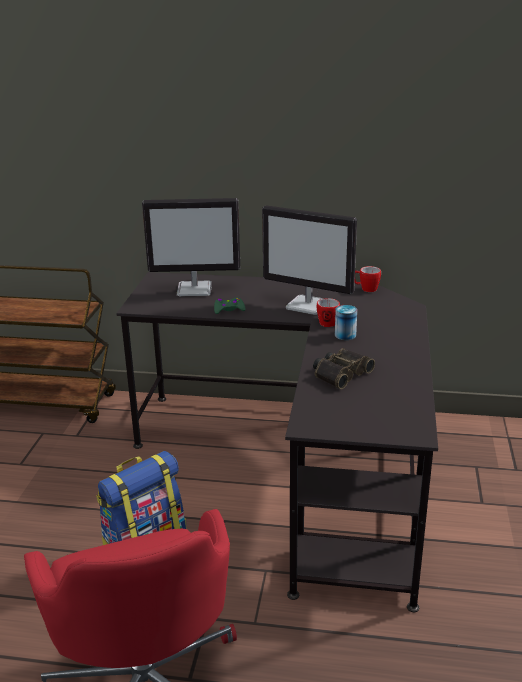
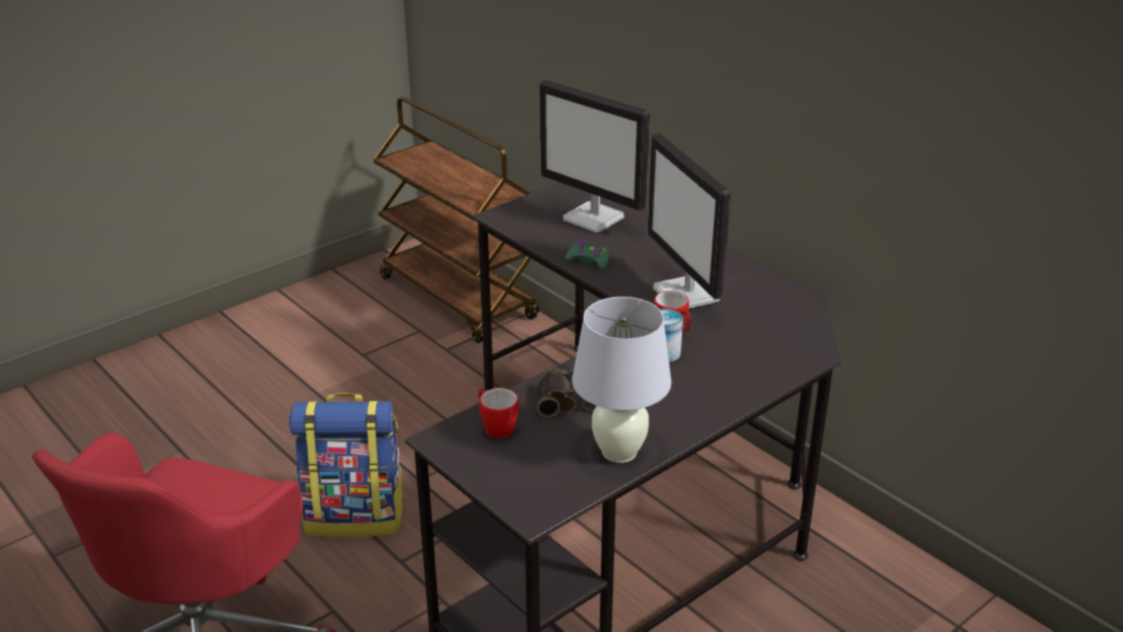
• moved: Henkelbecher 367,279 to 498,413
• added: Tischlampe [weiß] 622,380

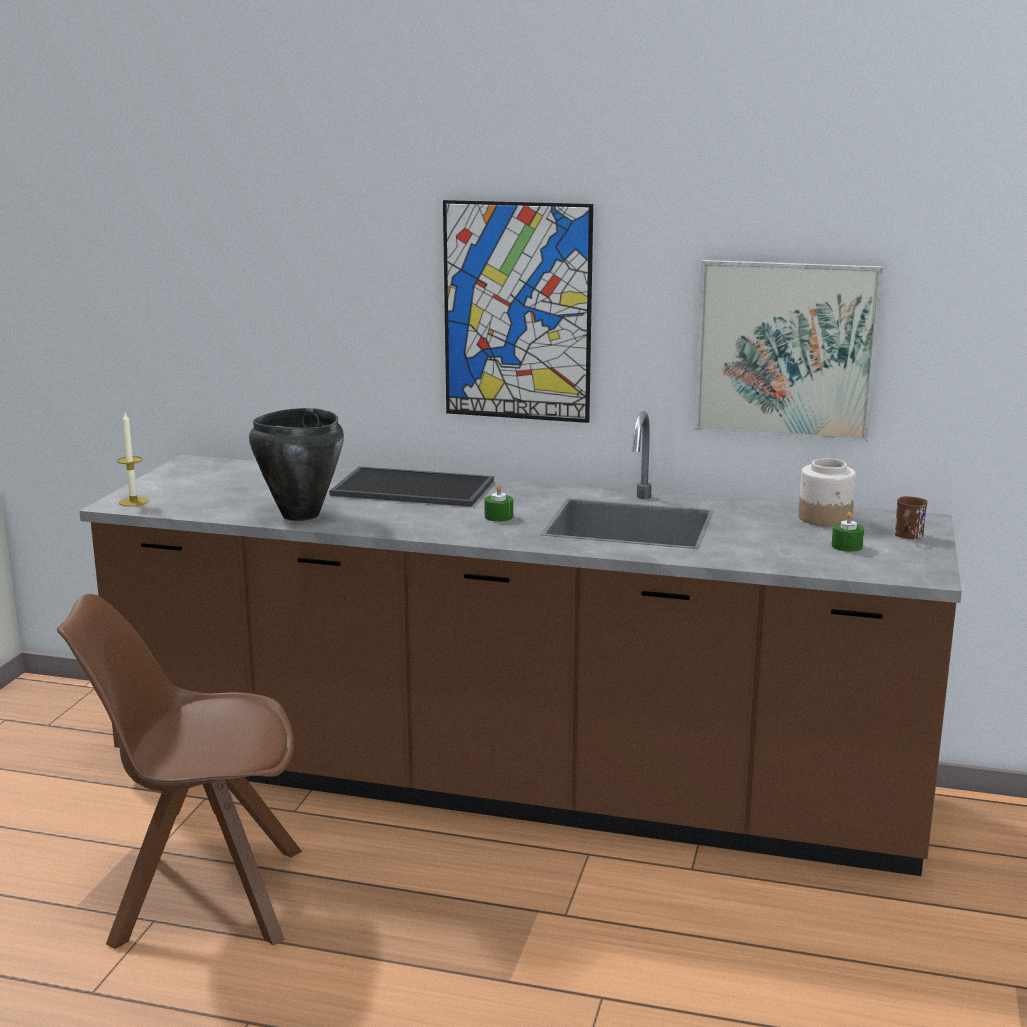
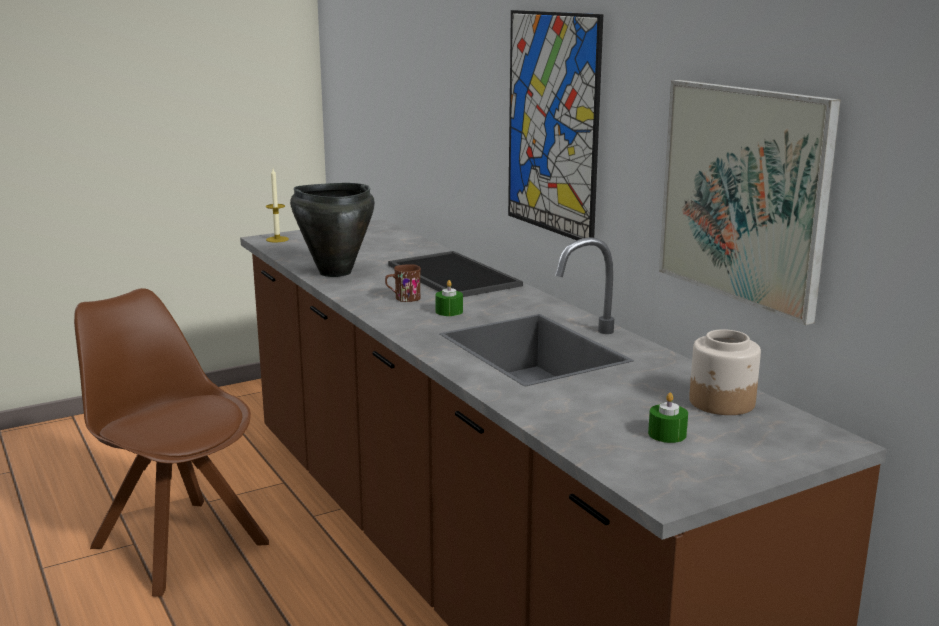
• moved: Henkelbecher [braun] 911,517 to 403,283

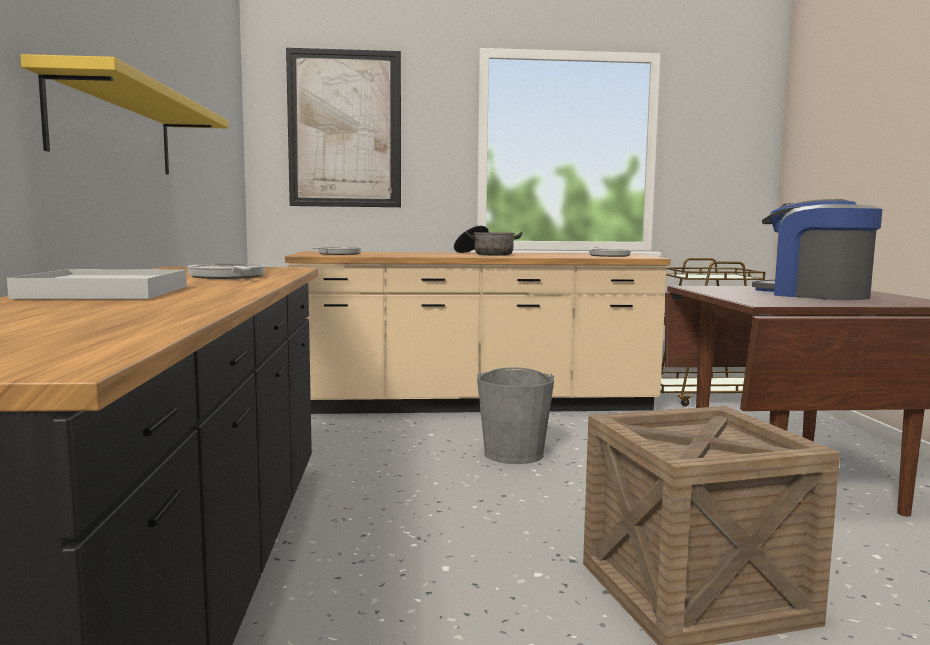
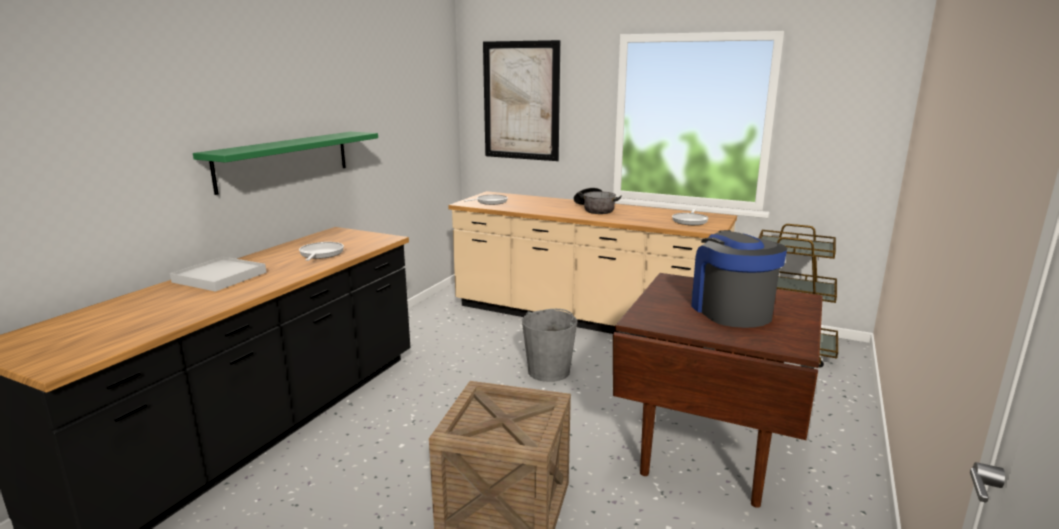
• recoloured: Wandregal [gelb] 124,114 to Wandregal [grün] 285,163

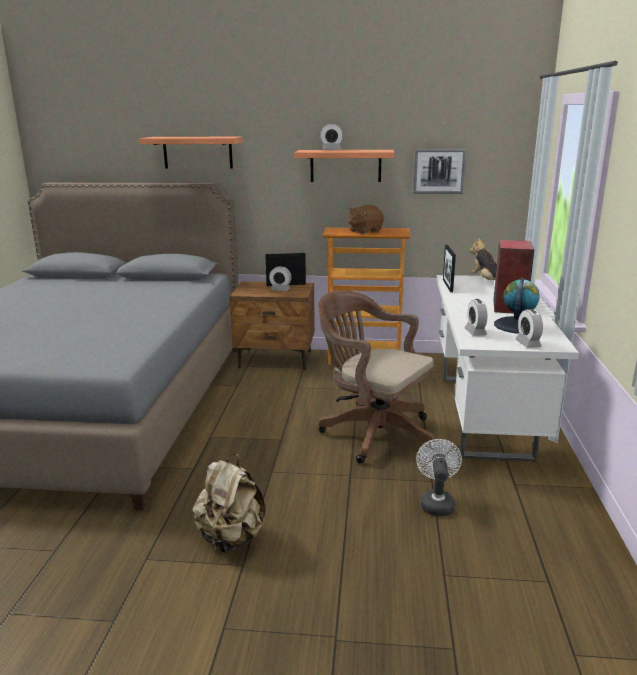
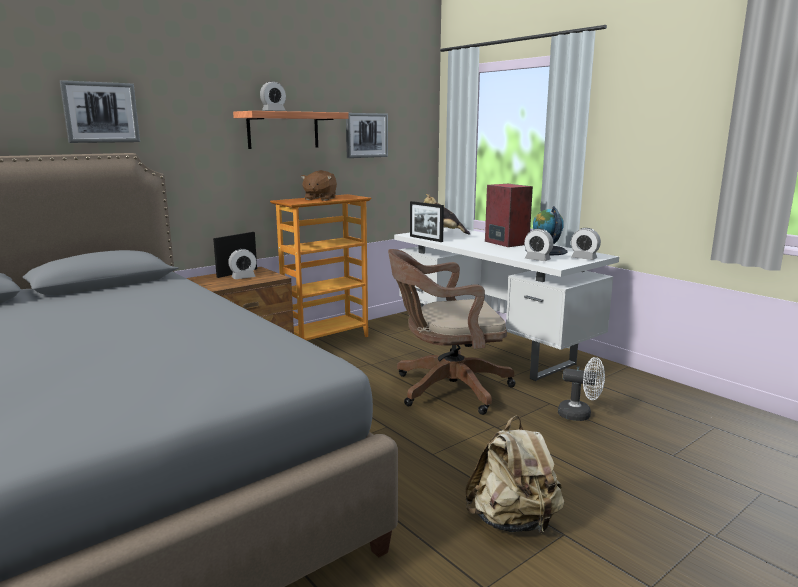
• replaced: Wandregal 191,152 to Bild 100,111
• turned: Ventilator [weiß] 439,477 = 581,389 150 degrees clockwise

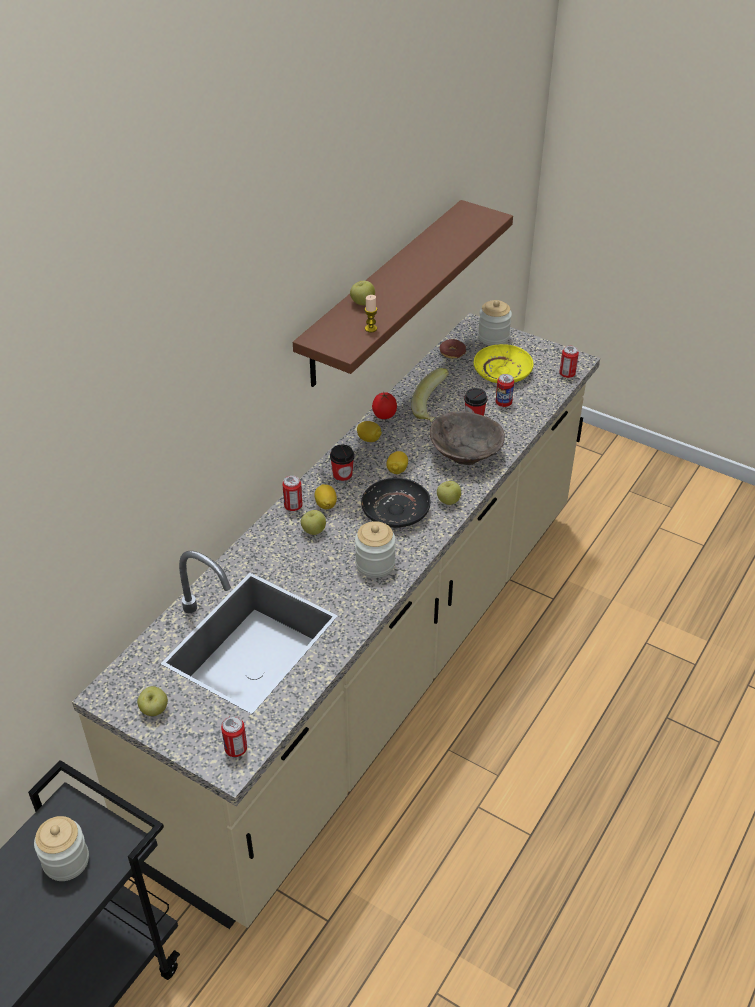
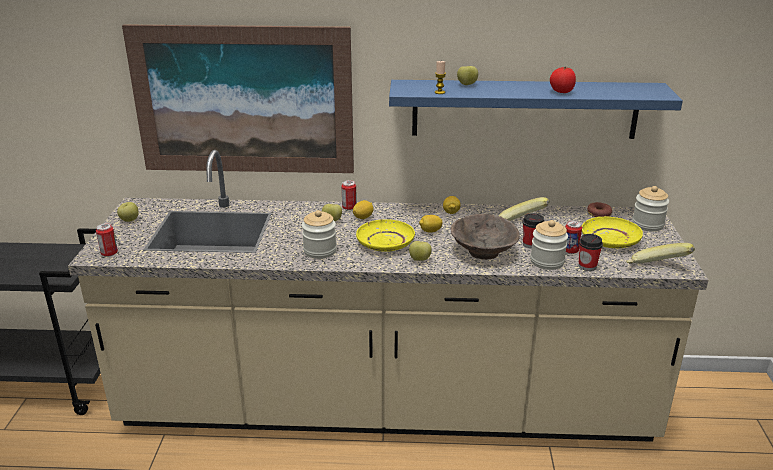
• added: Bild 238,98
• recoloured: Teller [schwarz] 395,503 to Teller [gelb] 385,235
• recoloured: Wandregal [braun] 403,293 to Wandregal [blau] 536,109
• moved: Vorratsglas 61,848 to 549,245
• moved: Tomate 384,405 to 563,80
• moved: Tasse 342,464 to 591,252
• replaced: Dose 569,362 to Banane 661,253

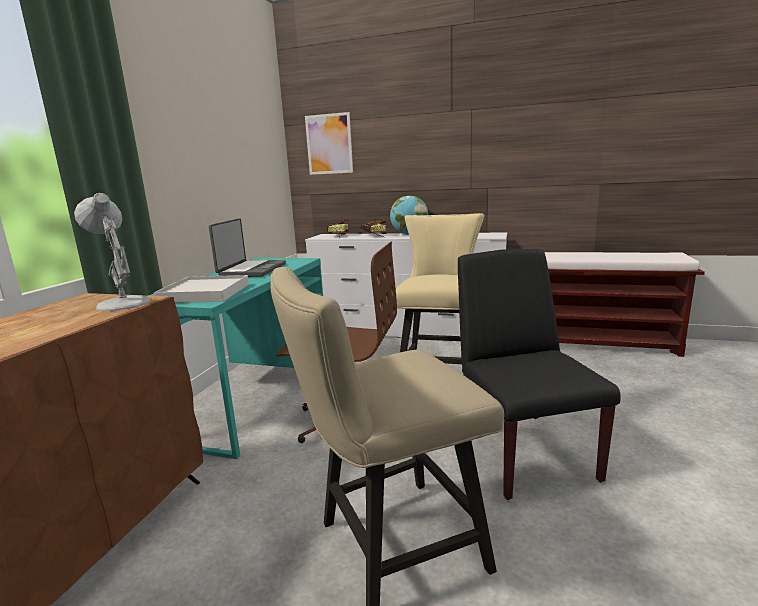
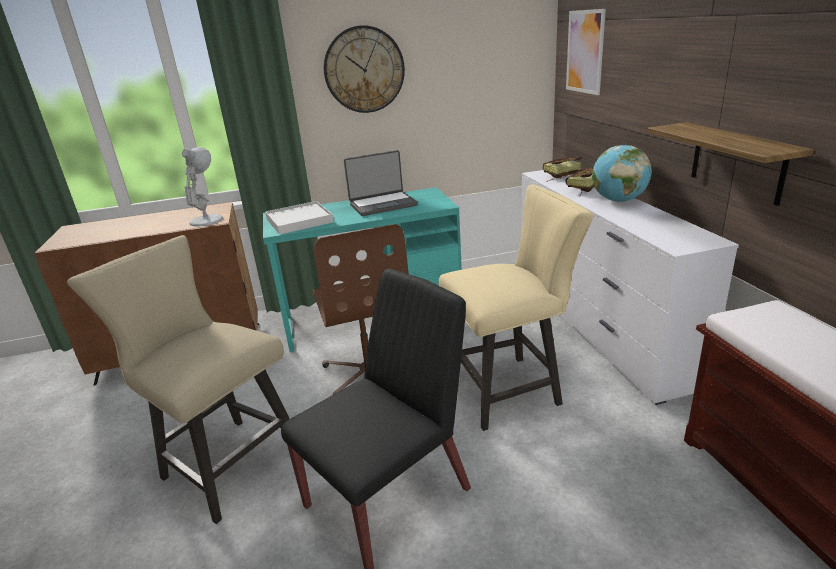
• added: Wanduhr 364,69
• added: Wandregal 730,164

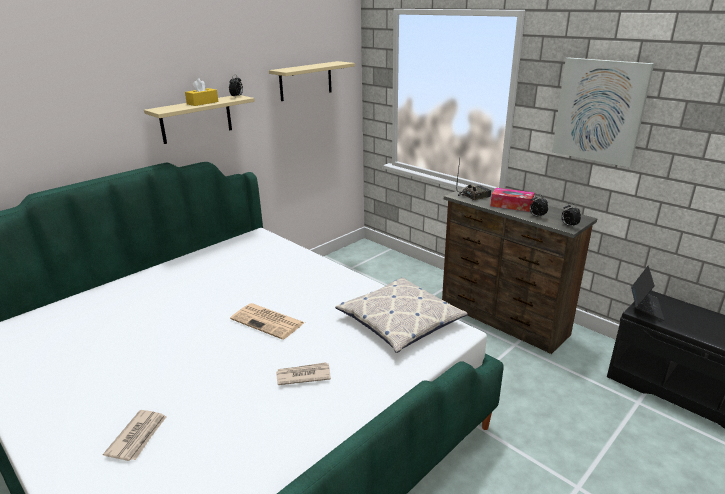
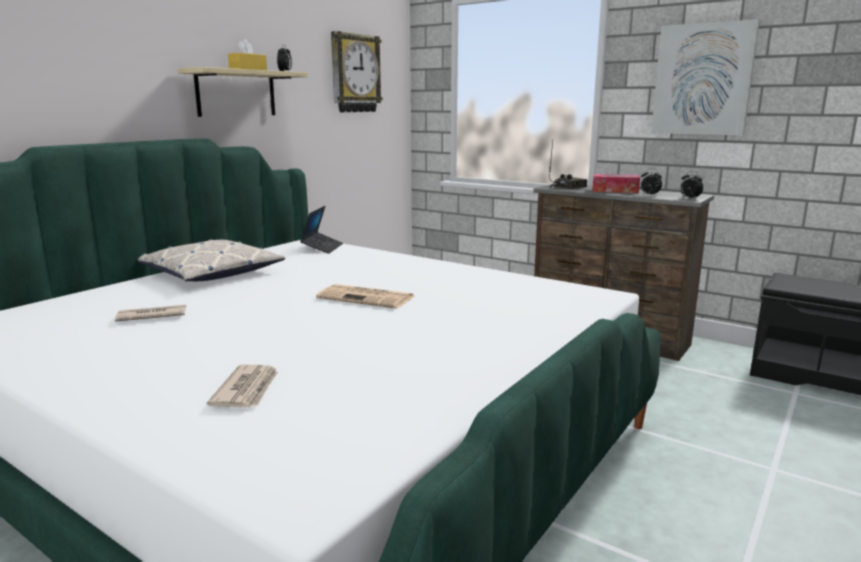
• moved: Zeitung 303,373 to 150,313
• moved: Kissen 401,315 to 211,260
• moved: Laptop 648,293 to 321,230
• replaced: Wandregal [beige] 312,81 to Wanduhr 357,71

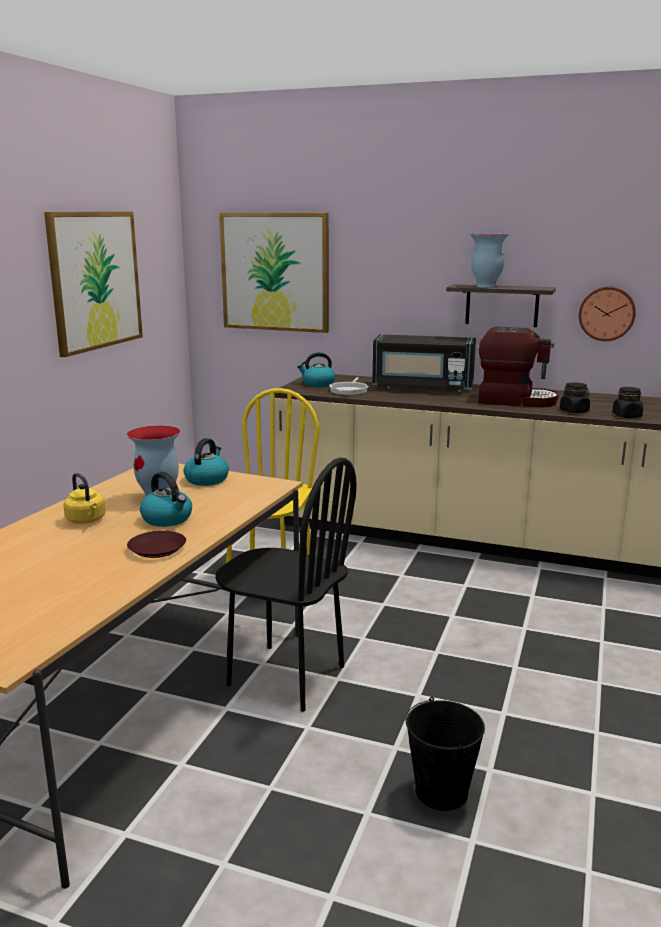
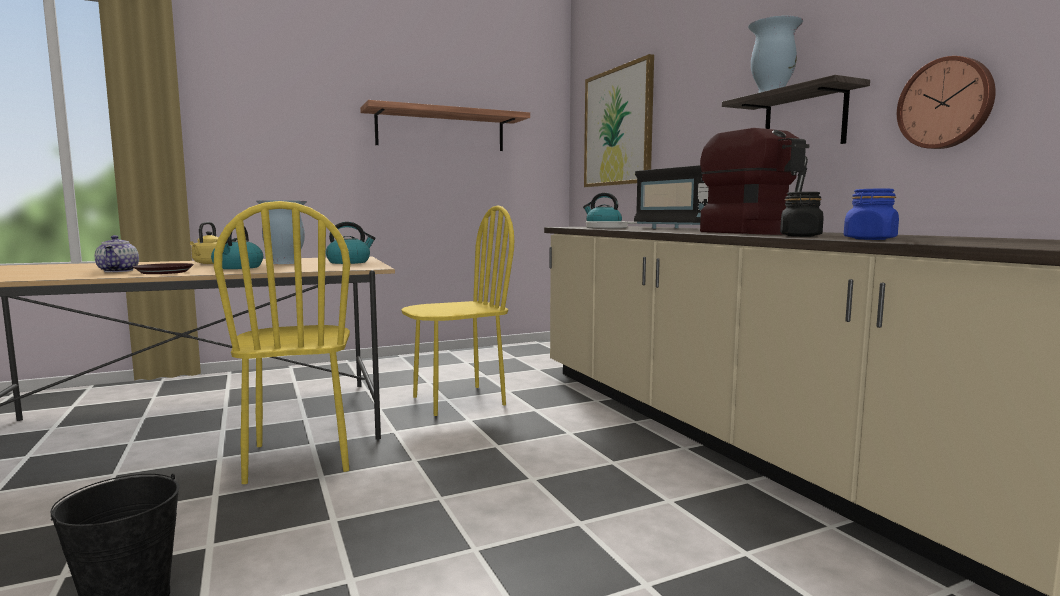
• added: Teekanne 117,253
• recoloured: Stuhl [schwarz] 286,585 to Stuhl [gelb] 282,342
• replaced: Bild 93,284 to Wandregal 445,125
• recoloured: Vorratsglas [schwarz] 627,402 to Vorratsglas [blau] 871,214

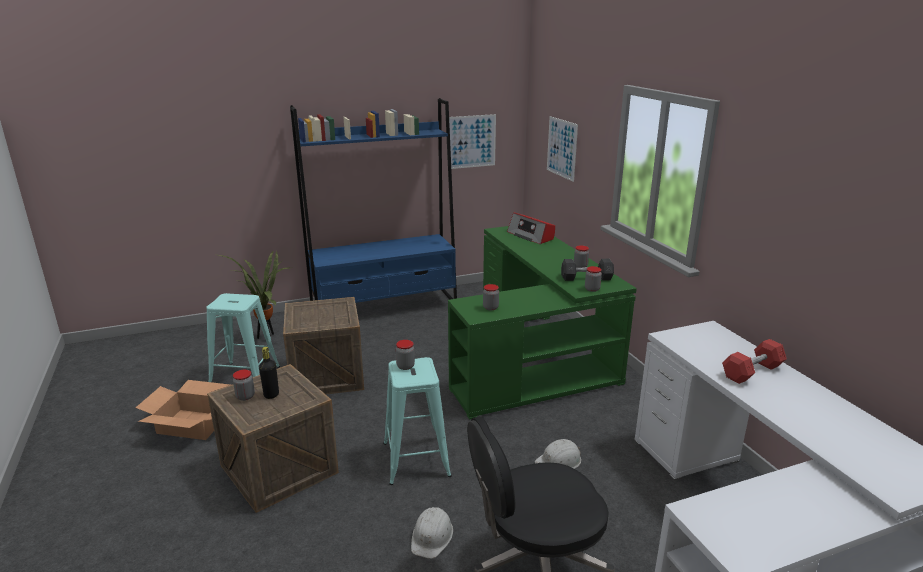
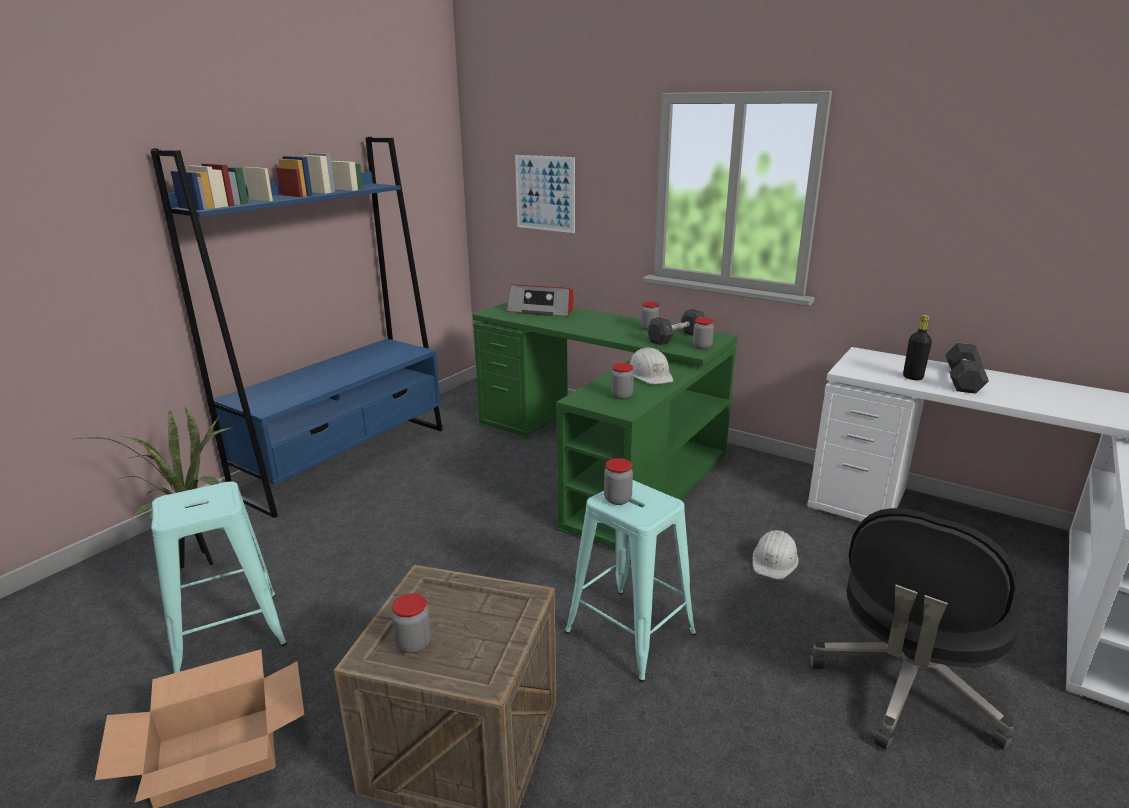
• moved: Schutzhelm [weiß] 432,533 to 652,365
• moved: Flasche [schwarz] 269,373 to 917,347
• recoloured: Hantel [rot] 754,361 to Hantel [grau] 967,368
• removed: Kiste 323,346
• removed: Bild 472,141

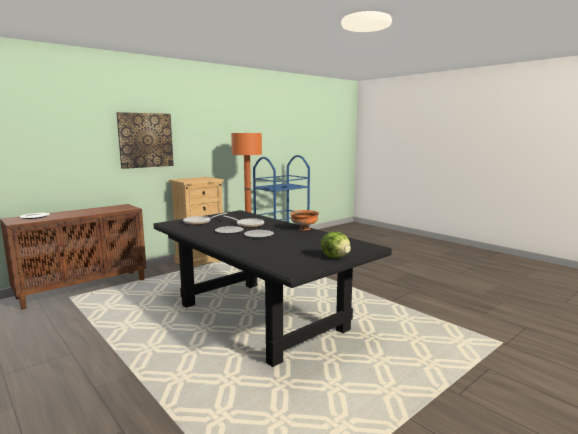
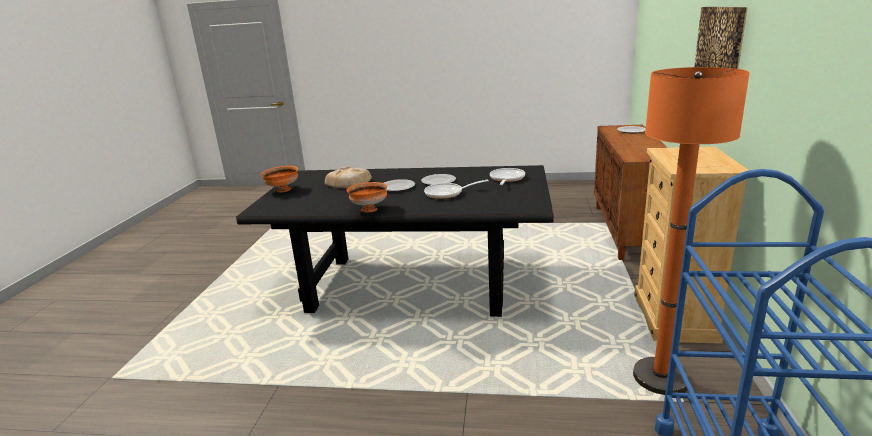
• replaced: Salatkopf 336,245 to Schüssel [orange] 279,179
• added: Brot 348,177

